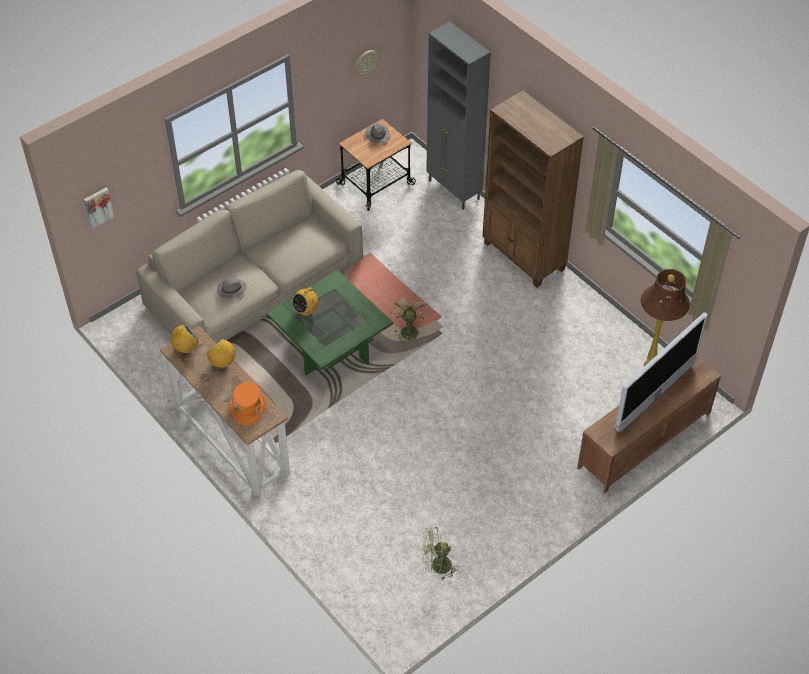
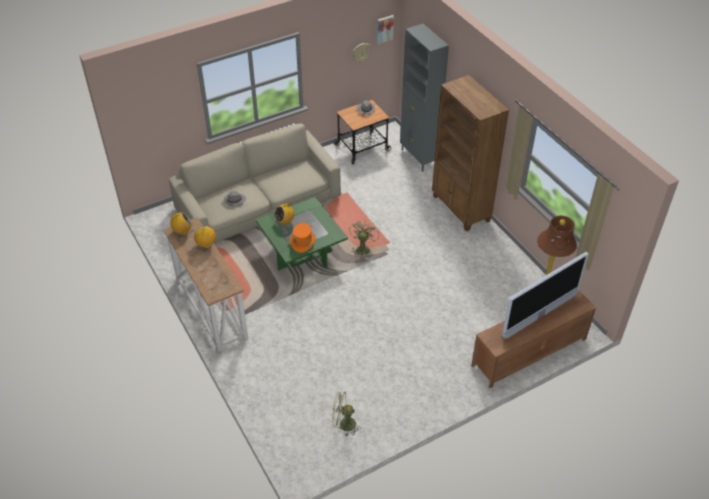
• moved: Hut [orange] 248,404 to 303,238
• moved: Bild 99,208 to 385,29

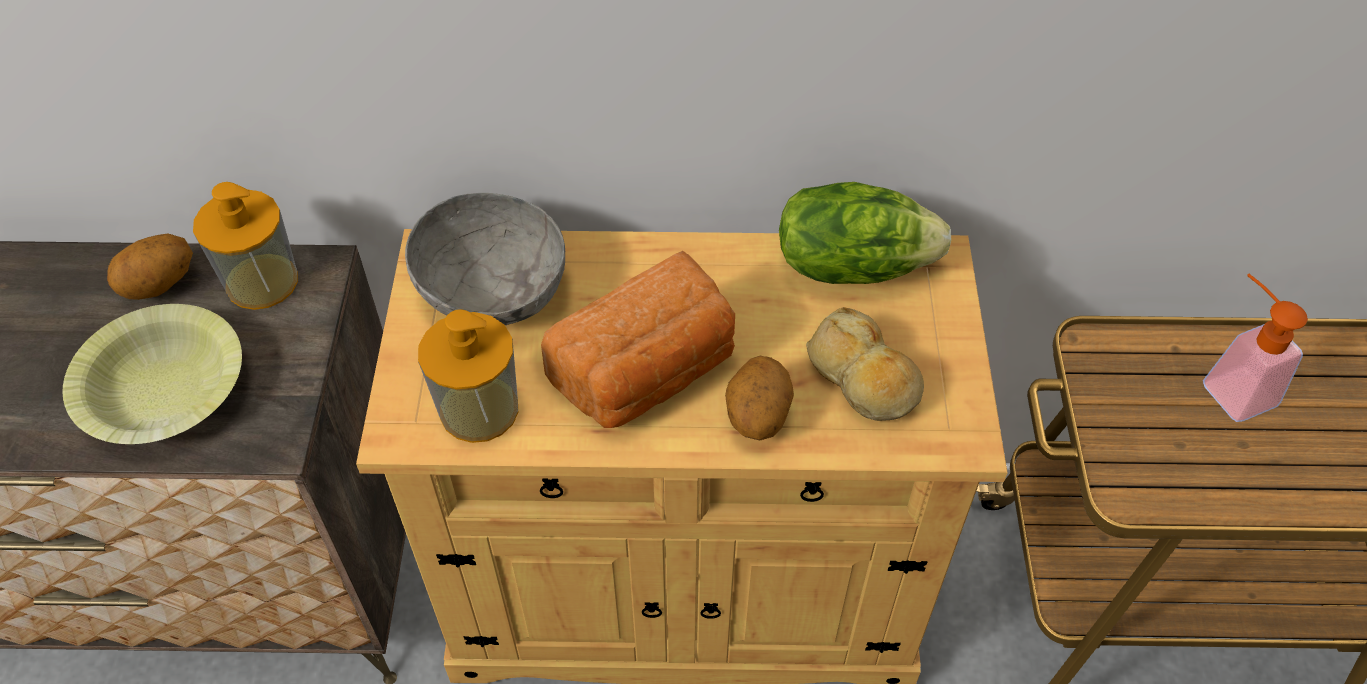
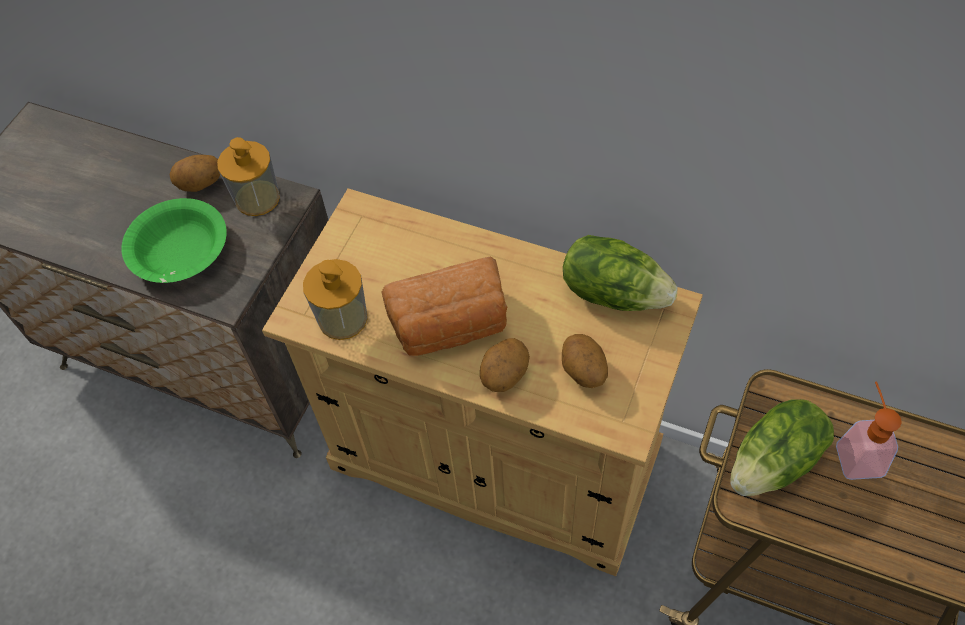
• recoloured: Schüssel [gelb] 152,374 to Schüssel [grün] 174,240
• replaced: Brot 865,364 to Kartoffel 585,361
• added: Salatkopf 782,447
• removed: Schüssel [grau] 485,259

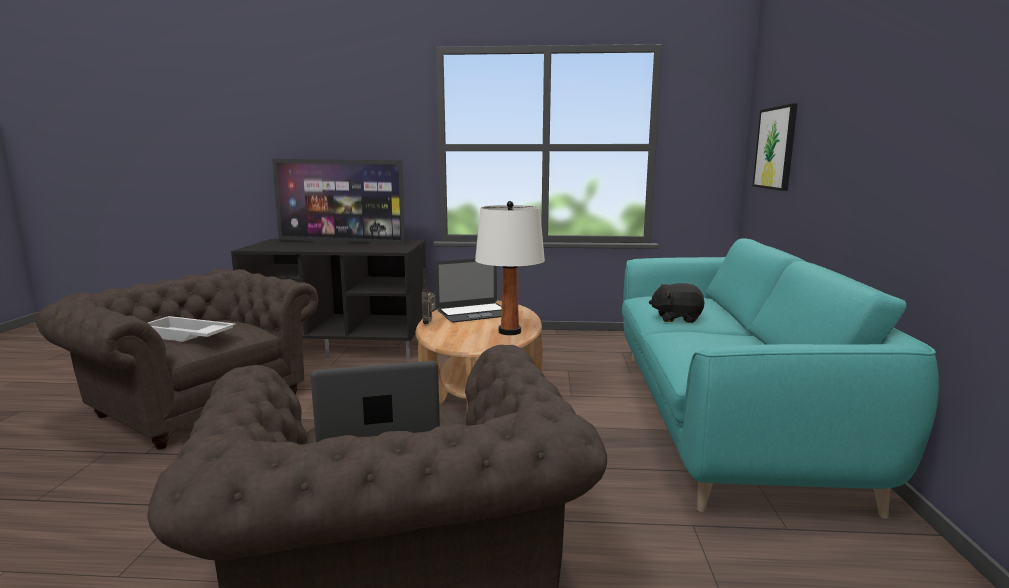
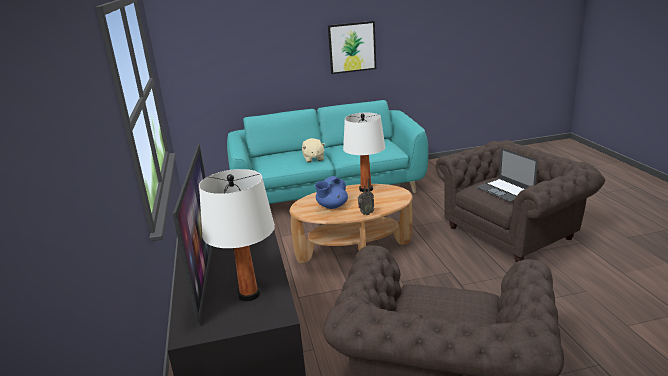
• added: Tischlampe [weiß] 237,235
• recoloured: Plüschtier [schwarz] 676,303 to Plüschtier [beige] 313,150
• replaced: Laptop 468,290 to Teekanne [blau] 331,192
• moved: Bild 775,147 to 352,47
• removed: Tablett [weiß] 191,329

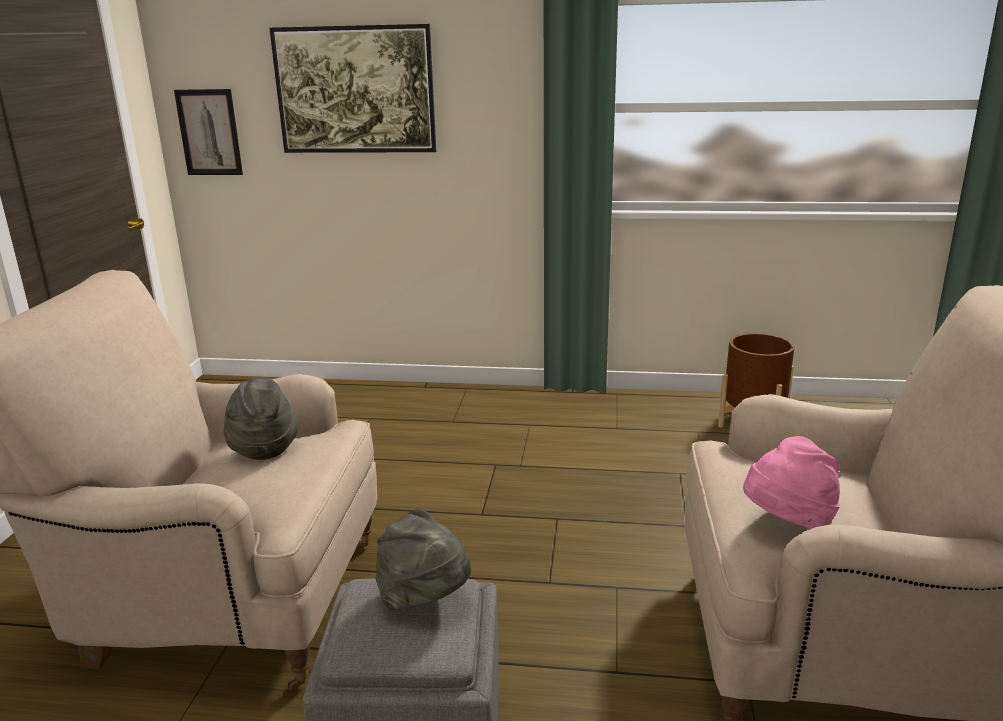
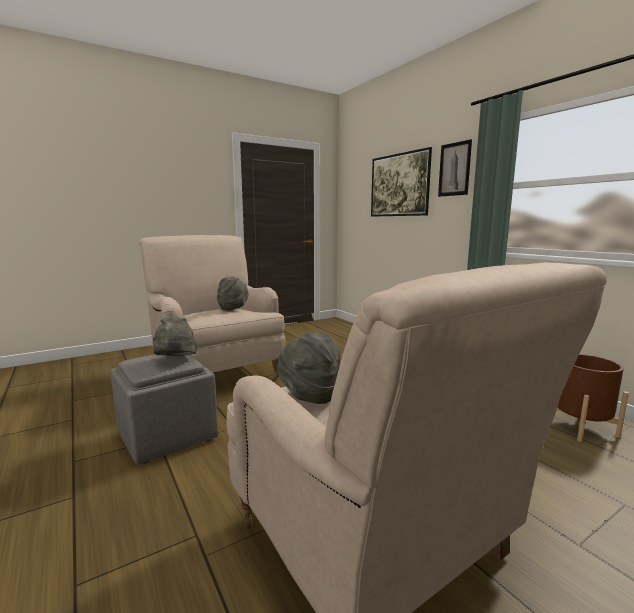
• recoloured: Hut [rosa] 791,482 to Hut [grau] 309,368
• moved: Bild 208,132 to 455,168

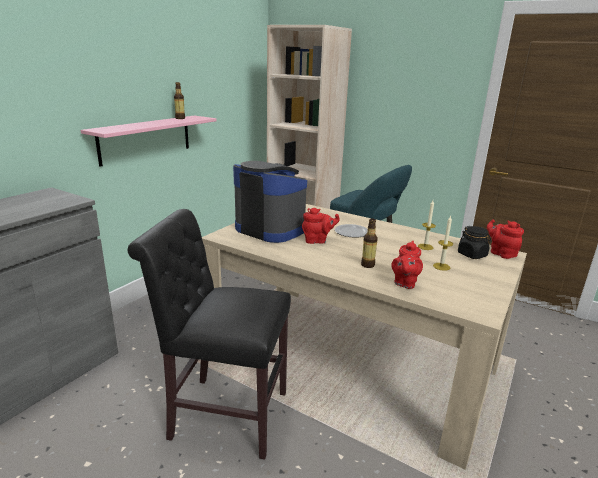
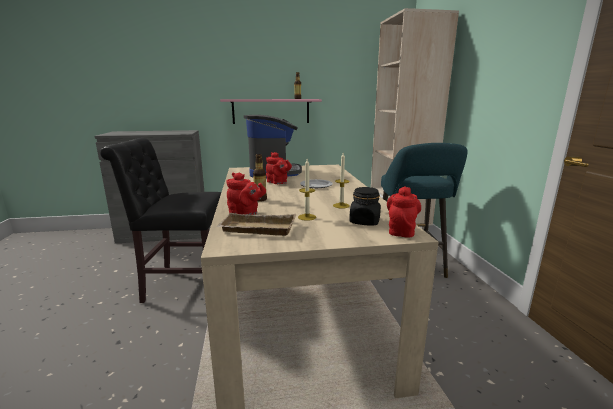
• turned: Stuhl [schwarz] 209,334 = 160,220 60 degrees counterclockwise
• added: Tablett [beige] 256,224
• turned: Teekanne [rot] 407,265 = 246,194 135 degrees counterclockwise

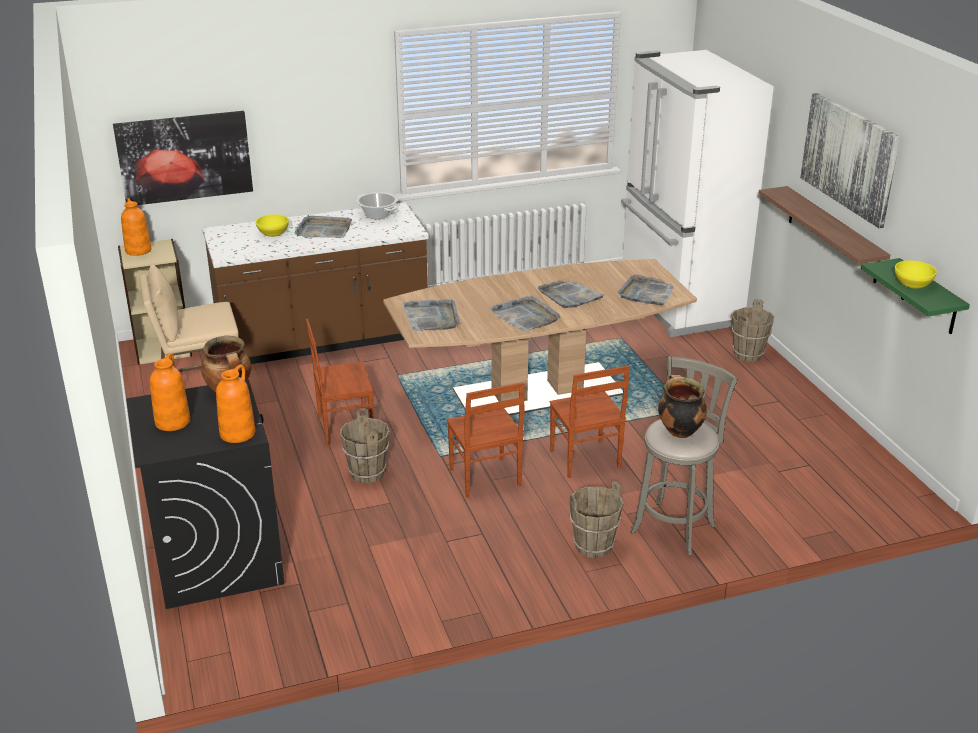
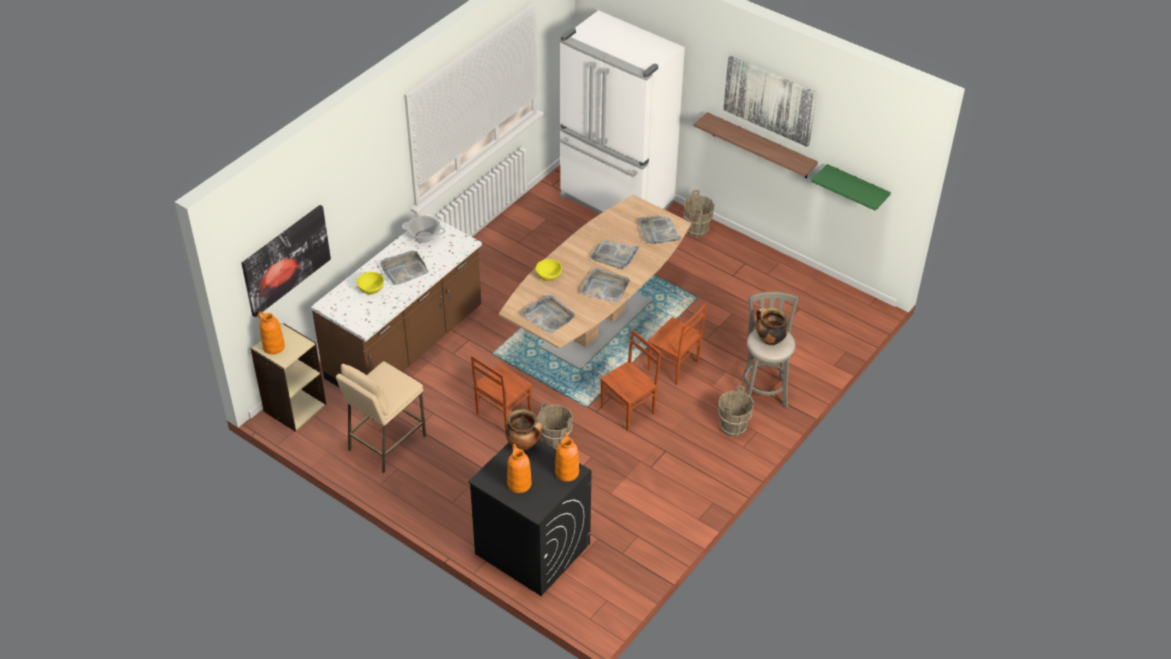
• moved: Schüssel [gelb] 916,274 to 549,270
• turned: Stuhl [braun] 485,440 = 630,380 75 degrees counterclockwise

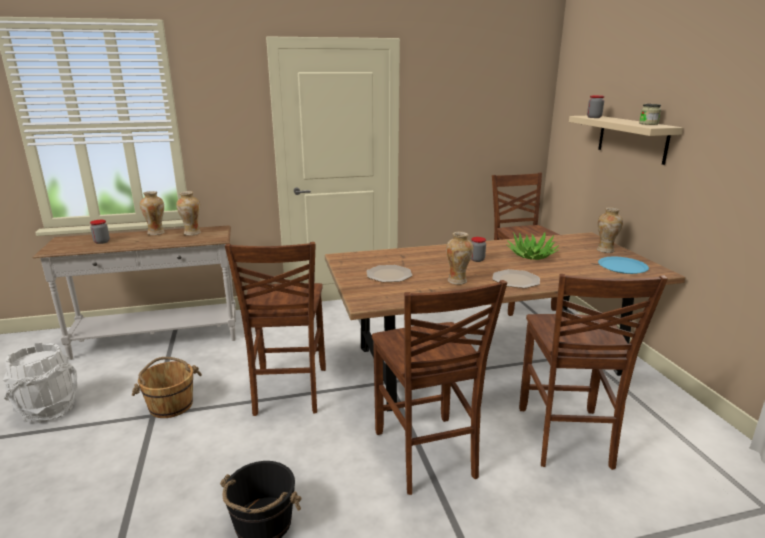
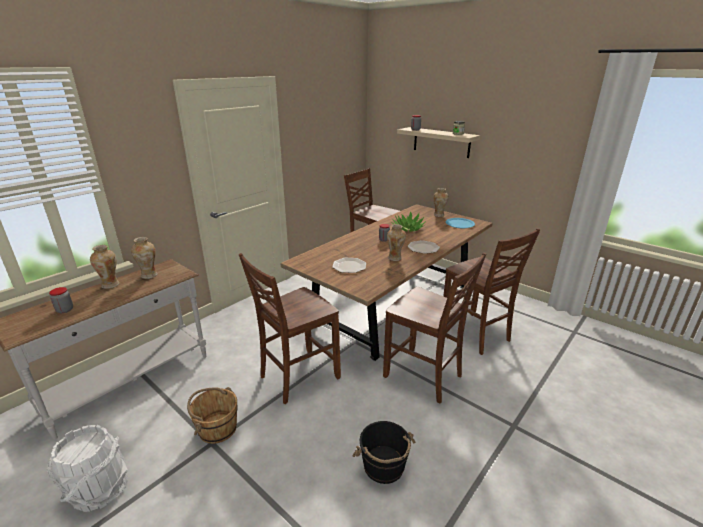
• turned: Stuhl [braun] 275,329 = 290,328 90 degrees clockwise

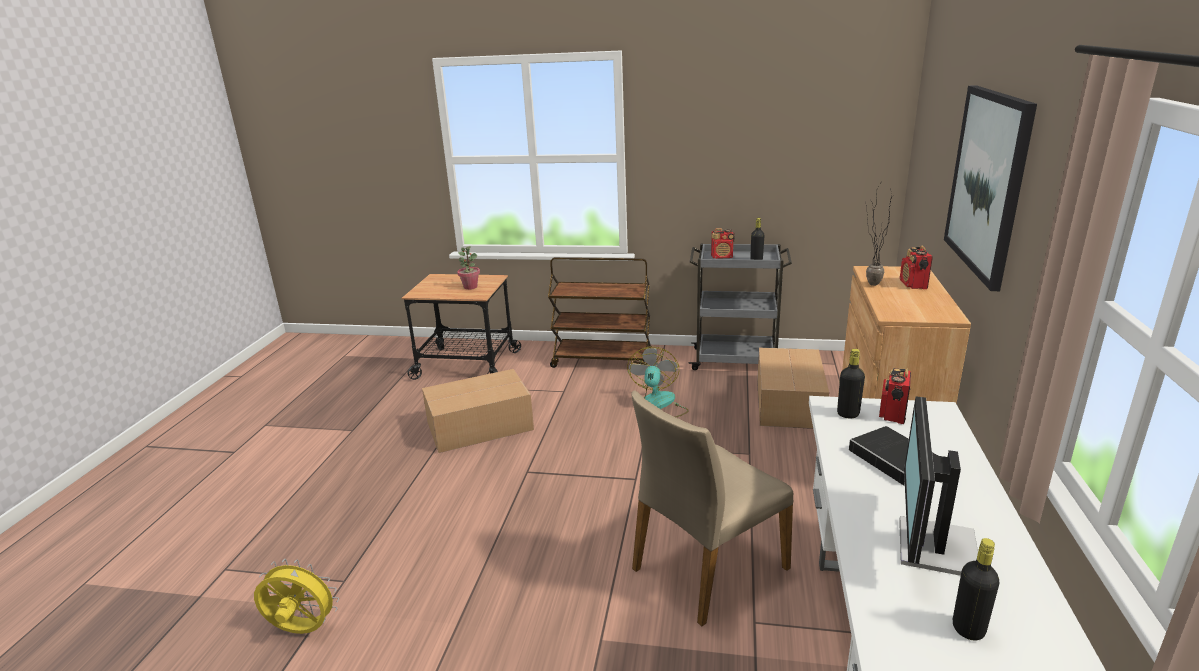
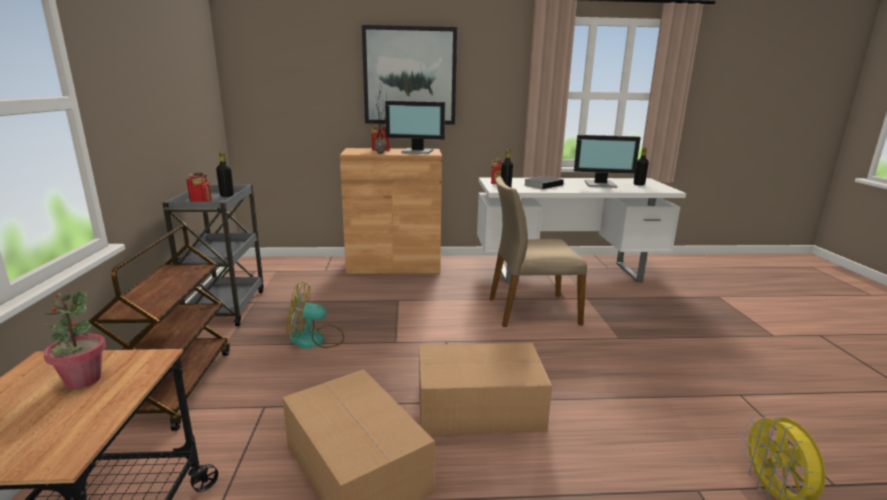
• added: Monitor 415,127
• moved: Karton 793,388 to 485,389
• turned: Stuhl [beige] 712,508 = 538,252 135 degrees clockwise

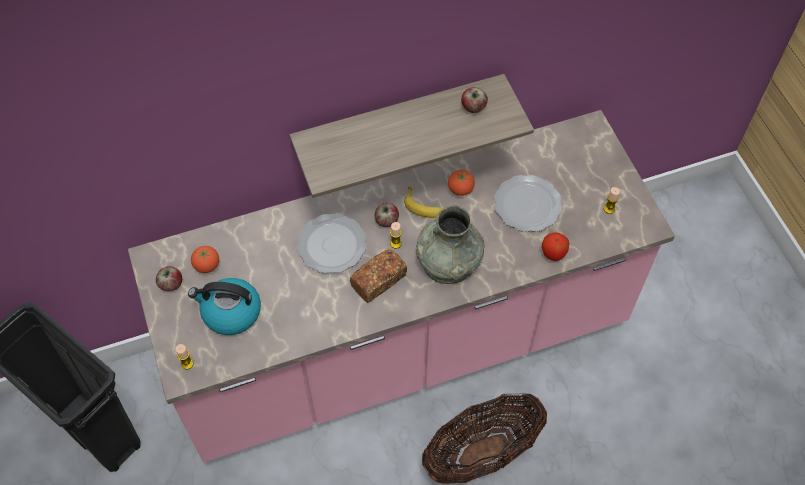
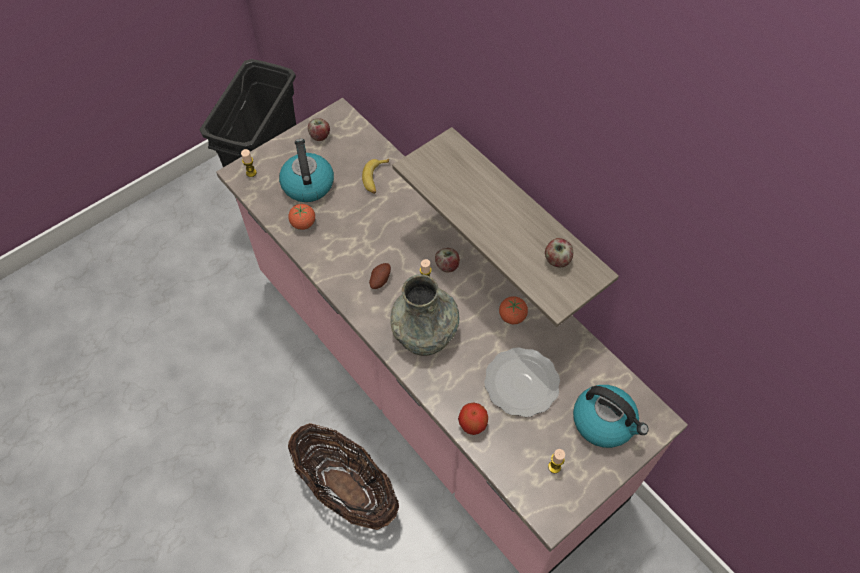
• moved: Tomate 205,259 to 301,217
• moved: Banane 423,202 to 375,176
• replaced: Brot 378,276 to Kartoffel 380,276
• added: Wasserkessel 611,416
• removed: Teller 331,243

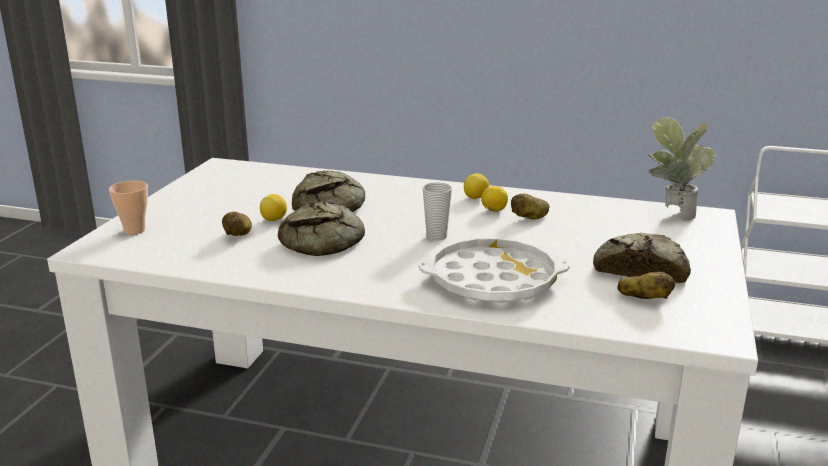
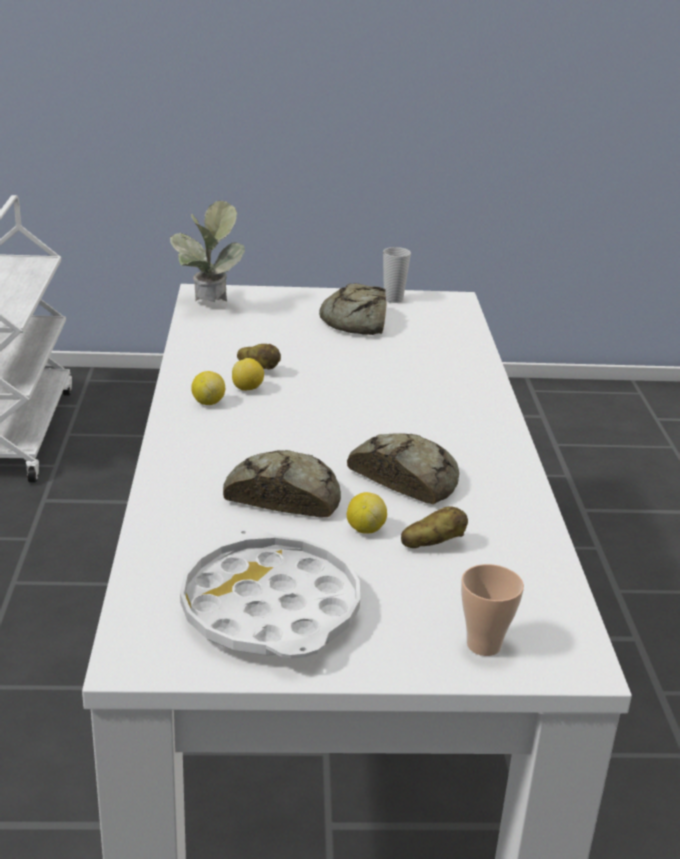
• moved: Tablett [weiß] 494,270 to 270,593
• moved: Tasse 437,211 to 397,275
• removed: Kartoffel 646,285

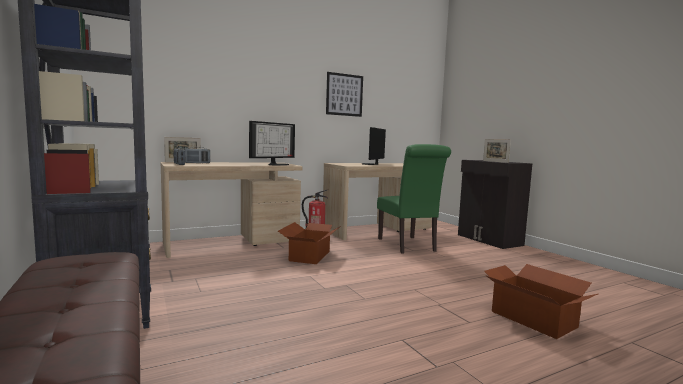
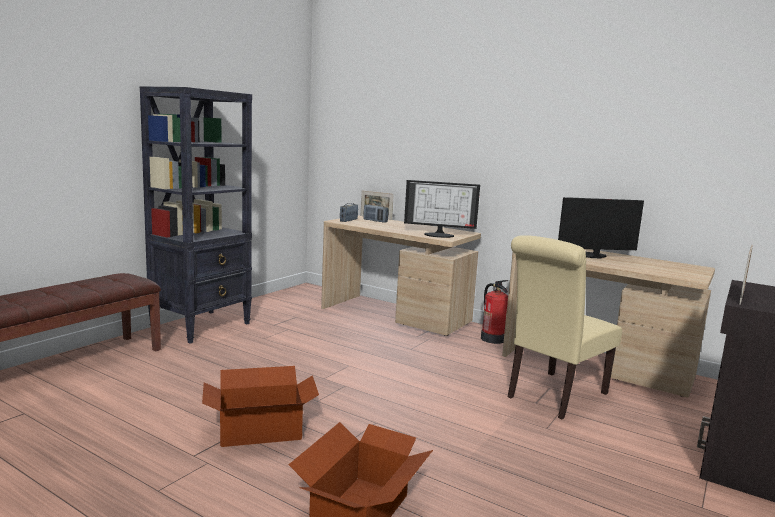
• moved: Karton 309,243 to 260,406
• recoloured: Stuhl [grün] 414,198 to Stuhl [beige] 565,327
• removed: Bild 344,94

